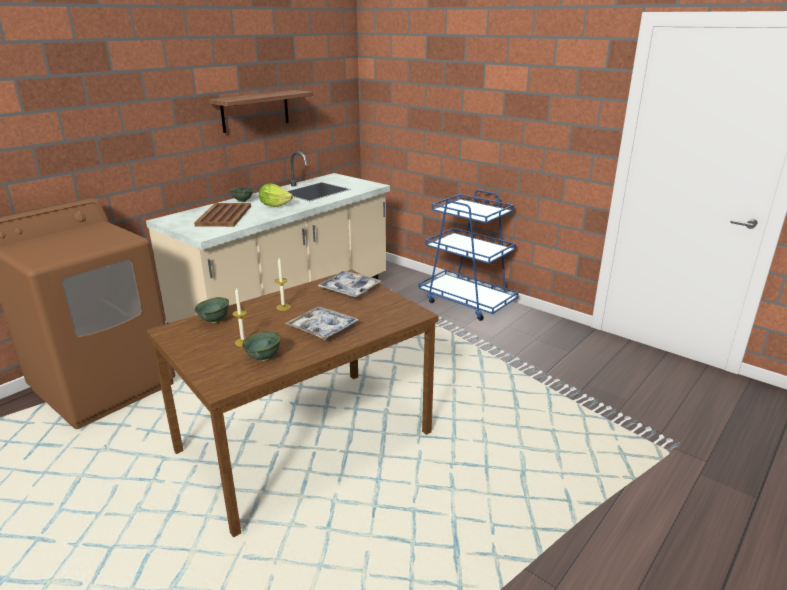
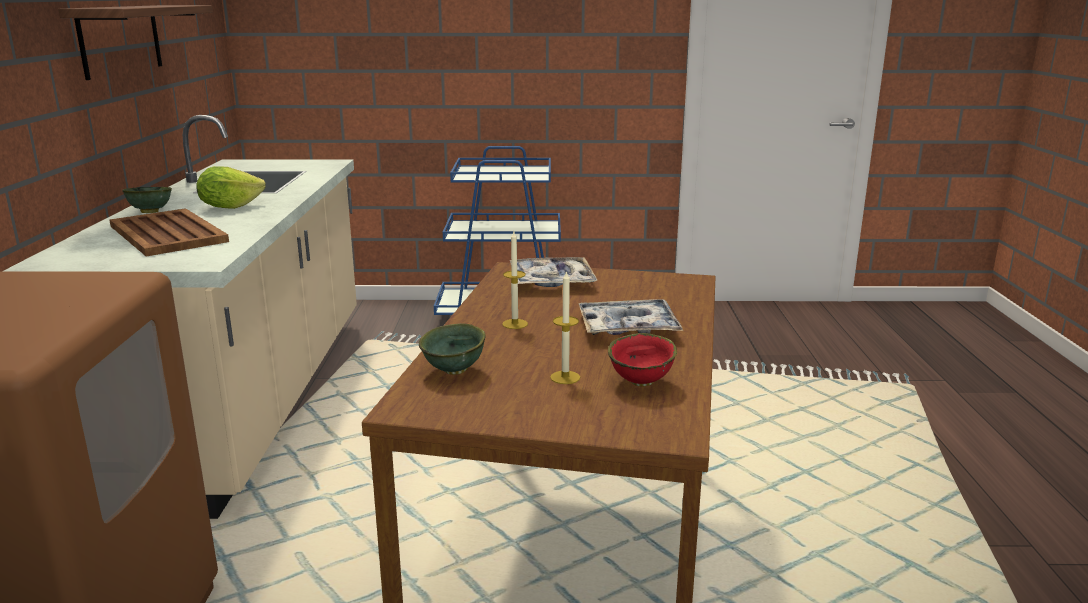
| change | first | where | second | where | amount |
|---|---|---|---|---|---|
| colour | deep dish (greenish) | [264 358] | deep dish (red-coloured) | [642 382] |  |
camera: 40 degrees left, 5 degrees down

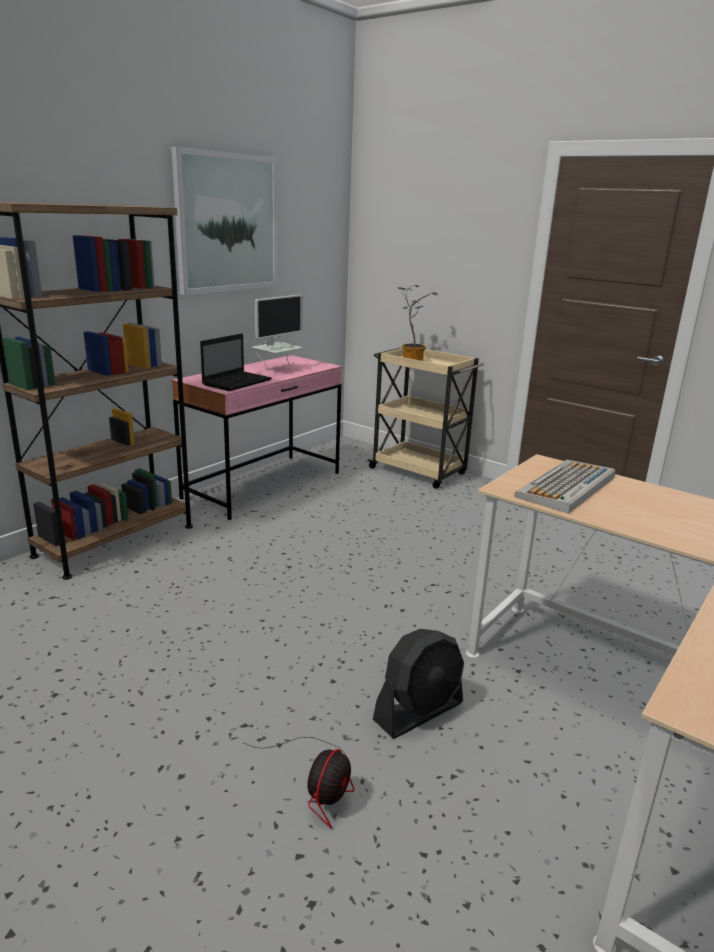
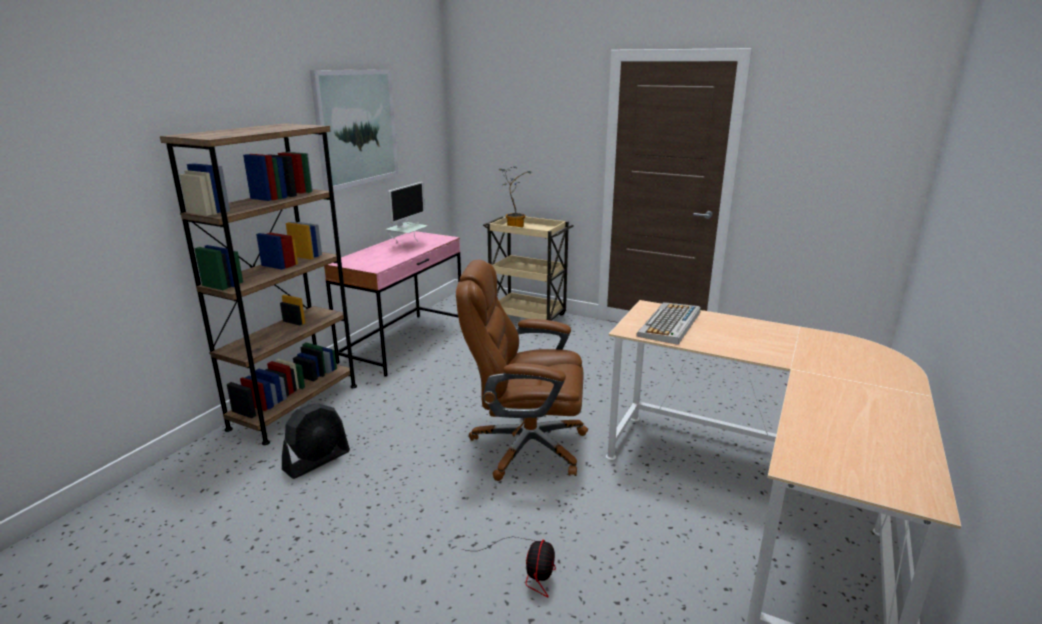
| change | first | where | second | where | amount |
|---|---|---|---|---|---|
| missing | laptop | [237 382] |  |  |  |
| appeared |  |  | desk chair (brown) | [525 446] |  |
| relocated | electric fan (black-coloured) | [419 711] |  | [317 461] |  |
camera: 10 degrees left, 0 degrees up

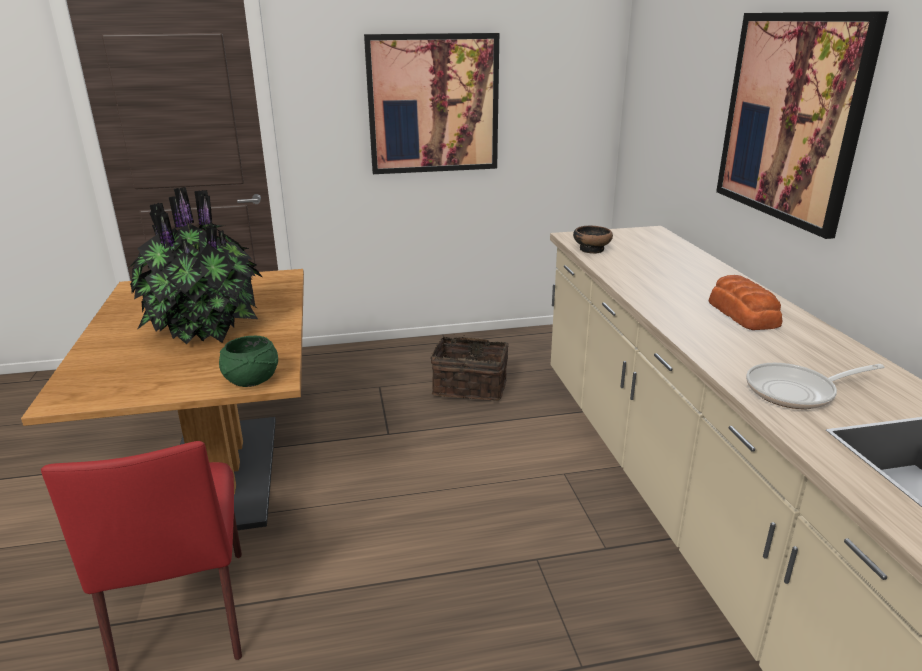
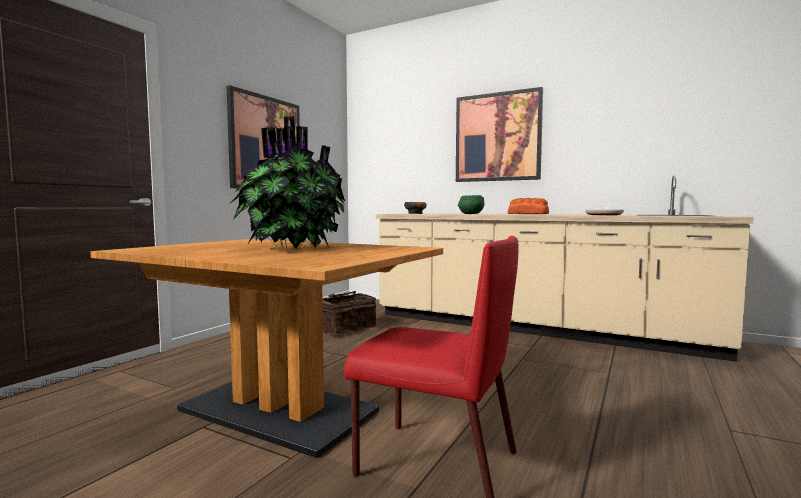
| change | first | where | second | where | amount |
|---|---|---|---|---|---|
| relocated | deep dish (greenish) | [251 381] |  | [471 214] |  |
camera: 50 degrees left, 20 degrees down

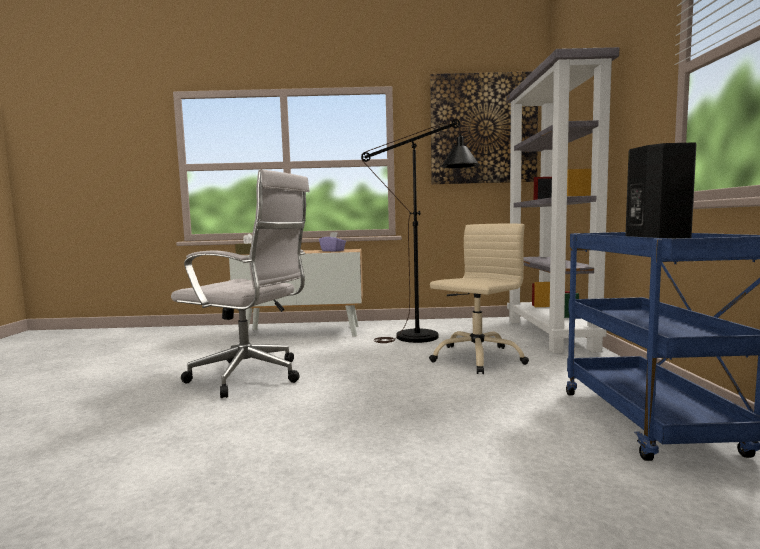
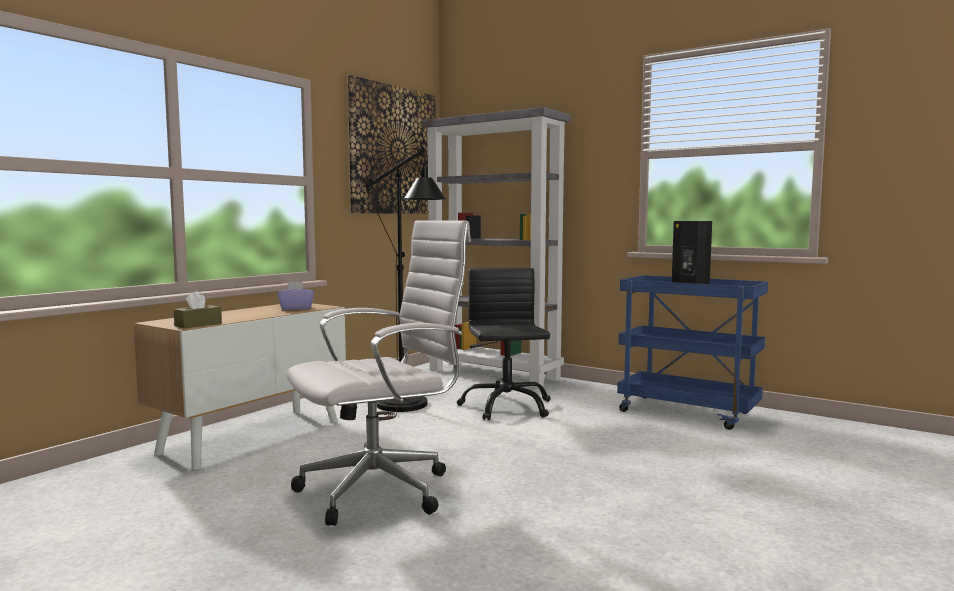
| change | first | where | second | where | amount |
|---|---|---|---|---|---|
| colour | desk chair (beige) | [477 358] | desk chair (black-coloured) | [506 406] |  |
camera: 55 degrees left, 0 degrees up

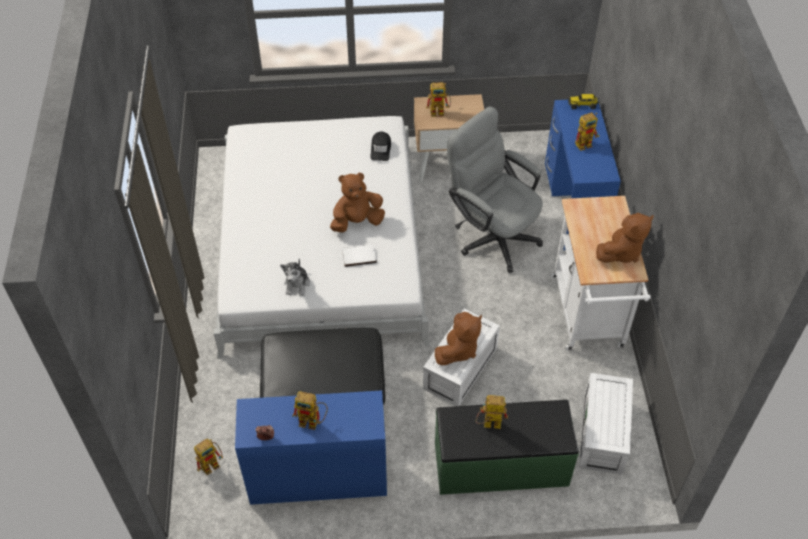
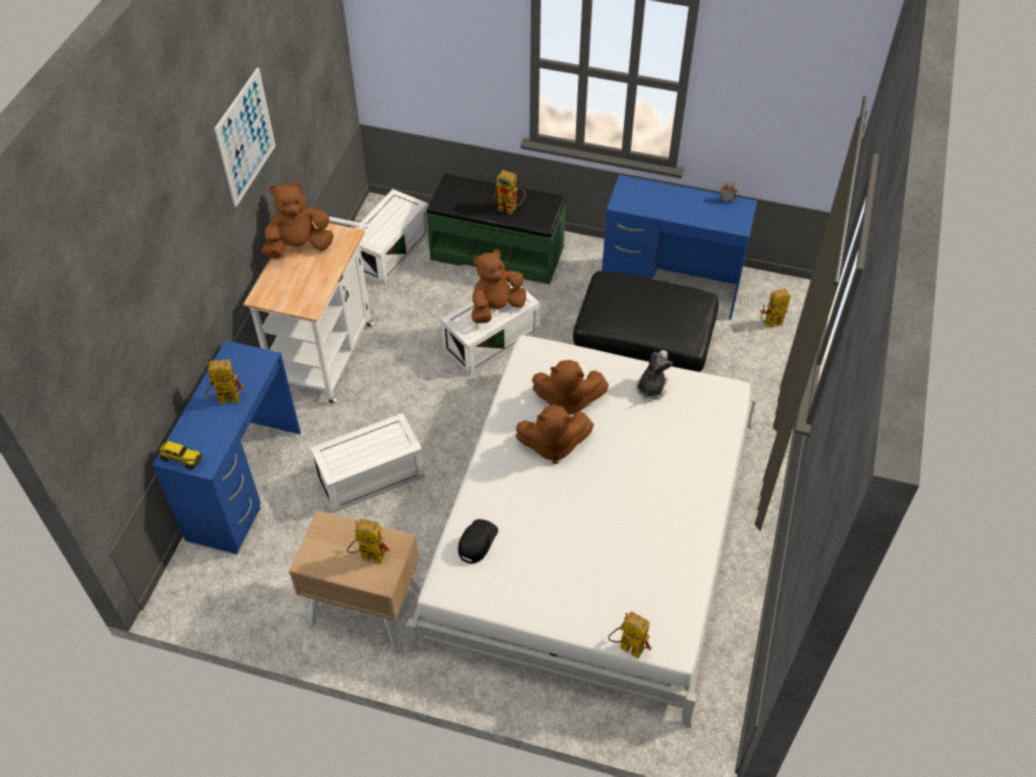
| change | first | where | second | where | amount |
|---|---|---|---|---|---|
| appeared |  |  | wall art | [245 137] |  |
| relocated | model robot | [313 422] |  | [626 647] |  |
| exchanged | bound book (white-coloured) | [359 255] | soft toy (brown) | [567 401] |  |
| exchanged | desk chair (greyish) | [491 234] | storage box (white-coloured) | [370 478] |  |
camera: 160 degrees left, 0 degrees up

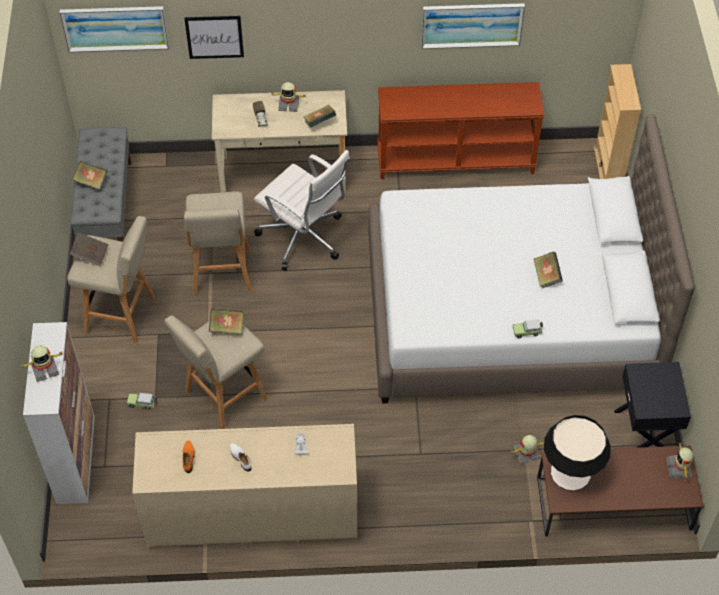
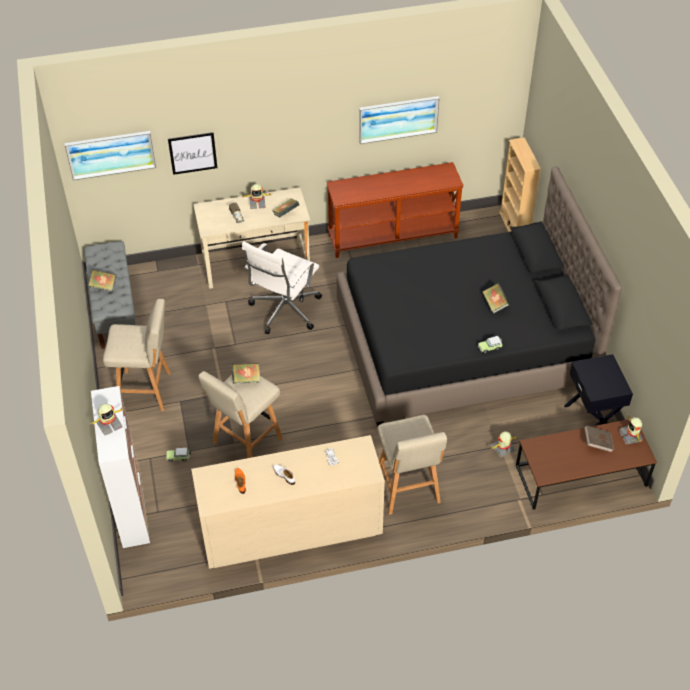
| change | first | where | second | where | amount |
|---|---|---|---|---|---|
| missing | table lamp | [570 473] |  |  |  |
| relocated | bound book (brown) | [90 254] |  | [597 443] |  |
| relocated | stool (beige) | [221 273] |  | [408 490] |  |
| colour | bed (white-coloured) | [510 313] | bed (black-coloured) | [463 344] |  |
| spun | desk chair (white-coloured) | [304 238] |  | [284 311] | 90 degrees clockwise |
camera: 10 degrees left, 5 degrees down

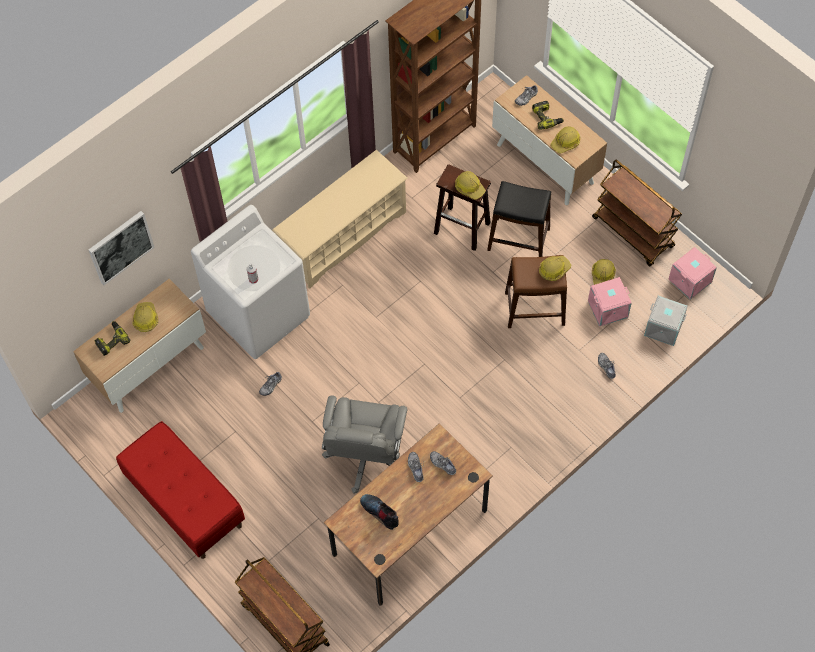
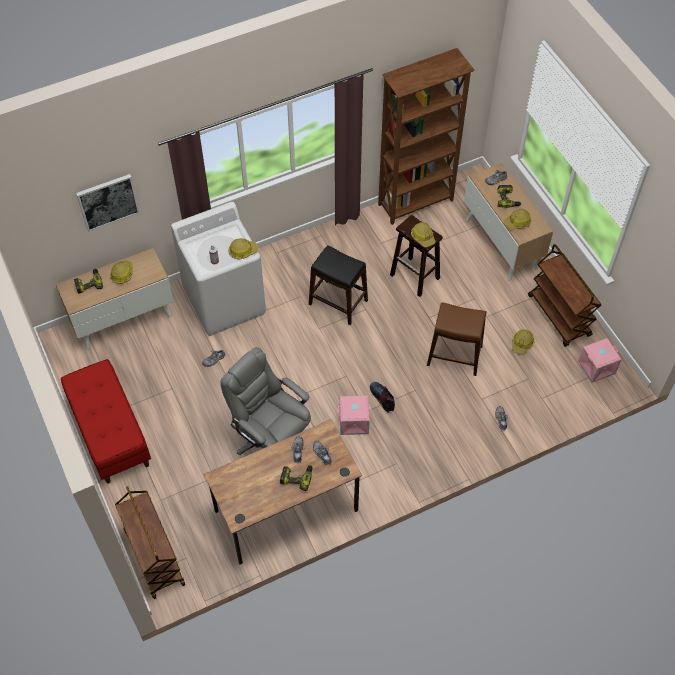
| change | first | where | second | where | amount |
|---|---|---|---|---|---|
| missing | shoe stand (beige) | [343 235] |  |  |  |
| missing | storage box (greyish) | [663 328] |  |  |  |
| appeared |  |  | electric drill | [297 477] |  |
| relocated | tall boot | [381 512] |  | [383 398] |  |
| relocated | stool (black-coloured) | [518 239] |  | [338 302] |  |
| relocated | hard hat | [554 269] |  | [242 251] |  |
| relocated | storage box (pink-coloured) | [607 308] |  | [354 421] |  |
| spun | desk chair (greyish) | [366 456] |  | [271 438] | 105 degrees clockwise |
camera: 15 degrees right, 5 degrees down

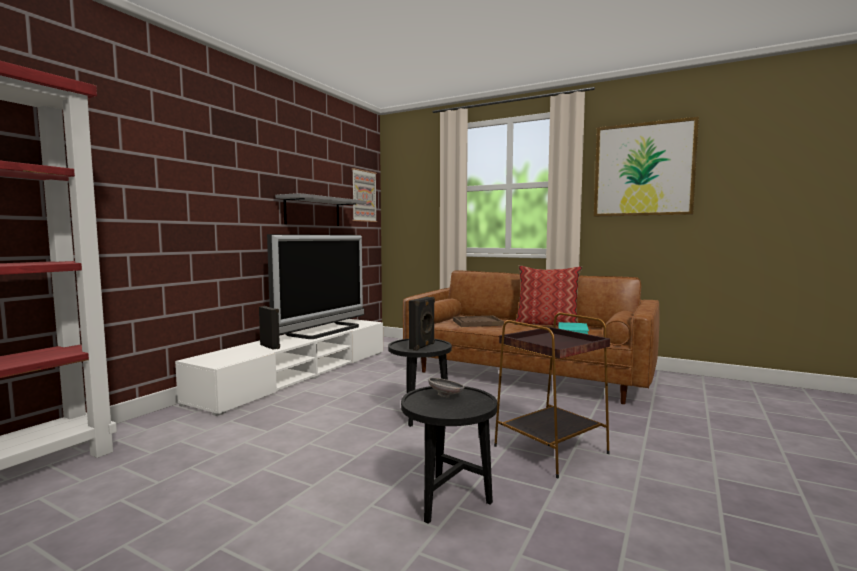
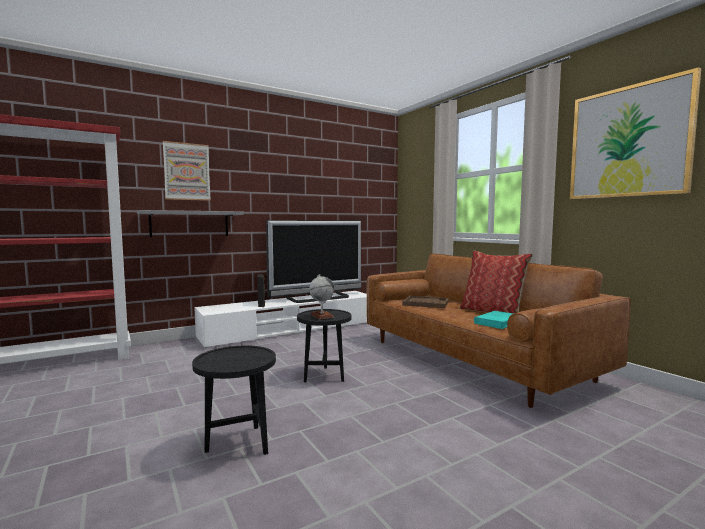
| change | first | where | second | where | amount |
|---|---|---|---|---|---|
| missing | deep dish (greyish) | [446 396] |  |  |  |
| missing | end table (brown) | [549 449] |  |  |  |
| relocated | wall shelf (greyish) | [313 211] |  | [190 224] |  |
| relocated | wall art | [363 196] |  | [187 171] |  |
| exchanged | audio speaker (black-coloured) | [423 346] | desk globe | [322 316] |  |
camera: 30 degrees right, 0 degrees up

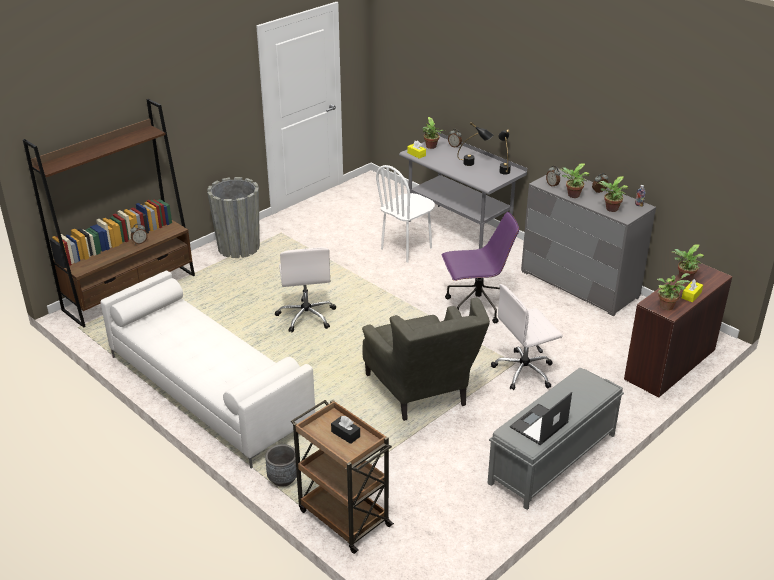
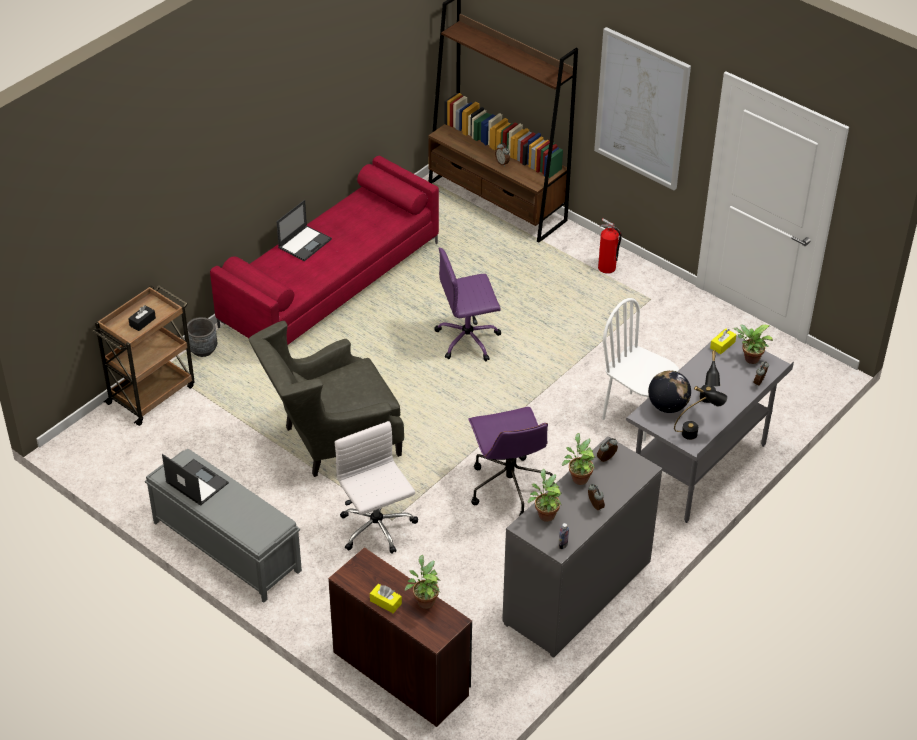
| change | first | where | second | where | amount |
|---|---|---|---|---|---|
| missing | houseplant | [667 305] |  |  |  |
| appeared |  |  | laptop | [305 243] |  |
| appeared |  |  | wall art | [642 108] |  |
| appeared |  |  | desk globe | [667 406] |  |
| exchanged | plant pot (greyish) | [239 247] | extinguisher | [607 268] |  |
| colour | sofa (white-coloured) | [207 391] | sofa (red-coloured) | [330 284] |  |
| colour | desk chair (white-coloured) | [306 316] | desk chair (purple-coloured) | [468 339] |  |
camera: 85 degrees right, 10 degrees up

